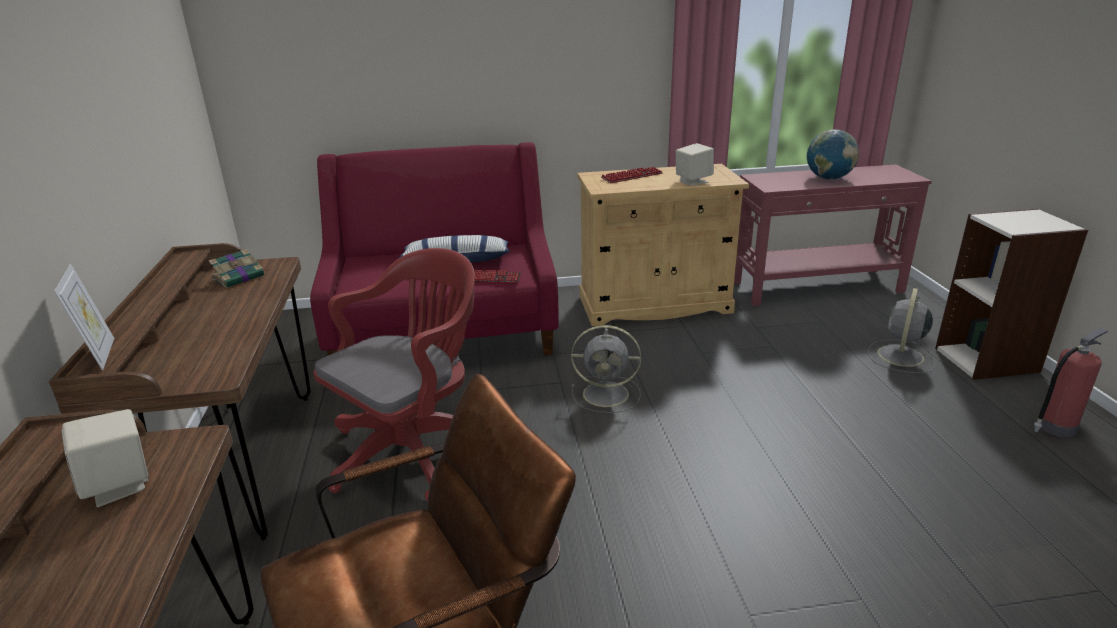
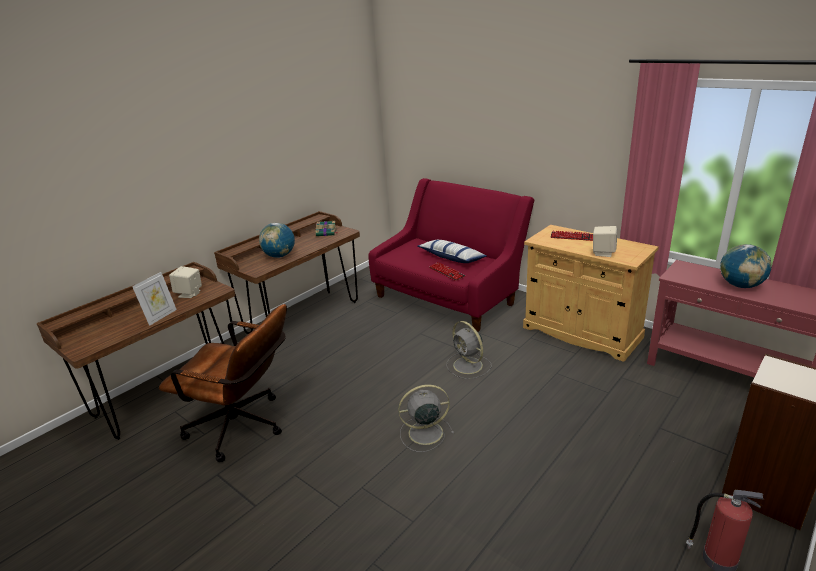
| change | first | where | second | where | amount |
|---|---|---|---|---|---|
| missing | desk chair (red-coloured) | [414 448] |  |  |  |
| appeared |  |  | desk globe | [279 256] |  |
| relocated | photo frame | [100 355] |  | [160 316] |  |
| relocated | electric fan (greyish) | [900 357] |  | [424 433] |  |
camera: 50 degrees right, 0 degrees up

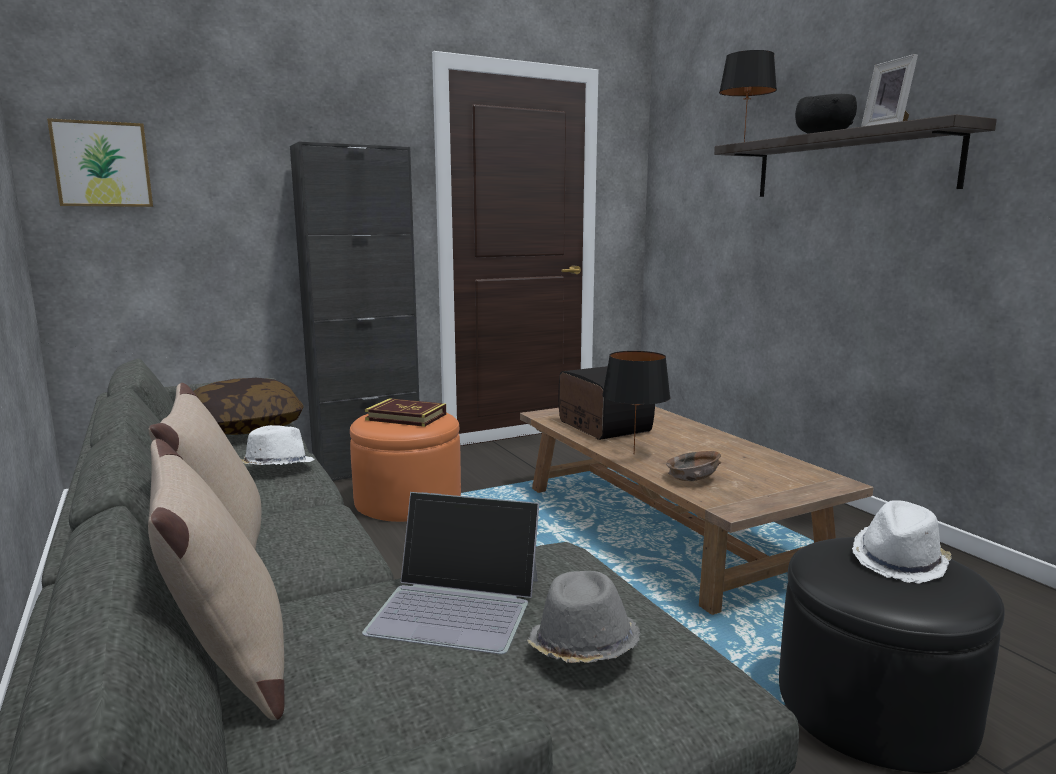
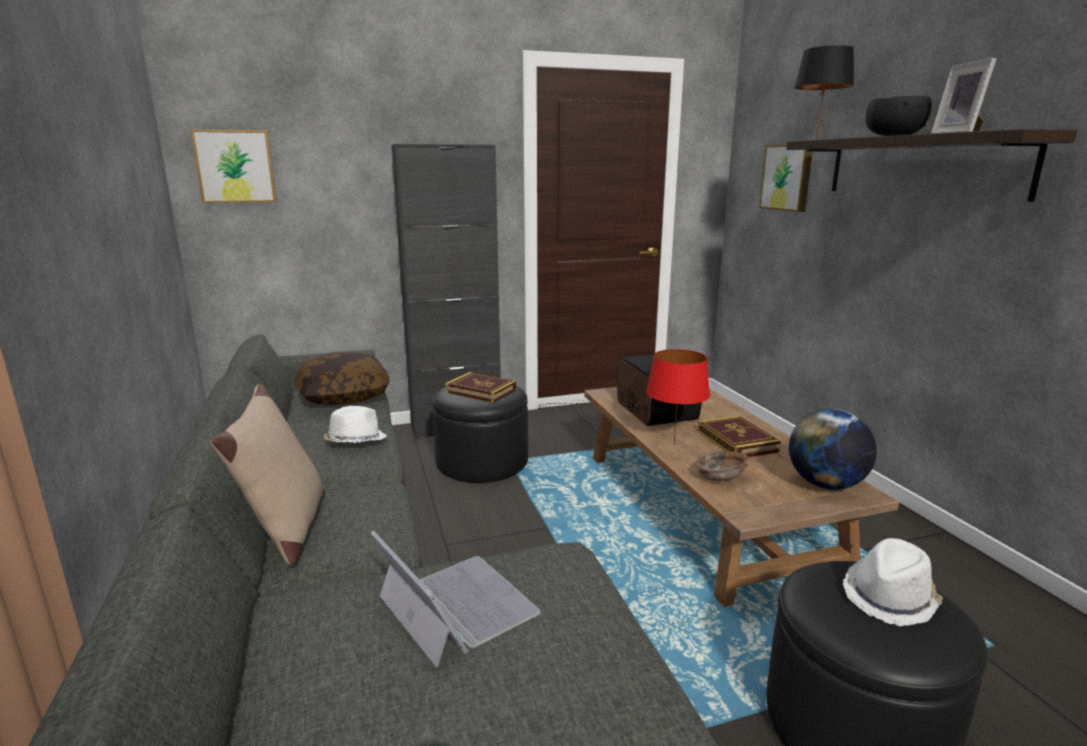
| change | first | where | second | where | amount |
|---|---|---|---|---|---|
| missing | pillow (beige) | [229 669] |  |  |  |
| missing | wearable hat (greyish) | [583 647] |  |  |  |
| appeared |  |  | bound book | [736 441] |  |
| appeared |  |  | wall art | [788 177] |  |
| appeared |  |  | desk globe | [825 485] |  |
| colour | ottoman (orange) | [408 500] | ottoman (black-coloured) | [482 461] |  |
| colour | table lamp (black-coloured) | [634 454] | table lamp (red-coloured) | [674 444] |  |
| spun | laptop | [457 604] |  | [455 605] | 150 degrees counterclockwise |
camera: 10 degrees right, 5 degrees up

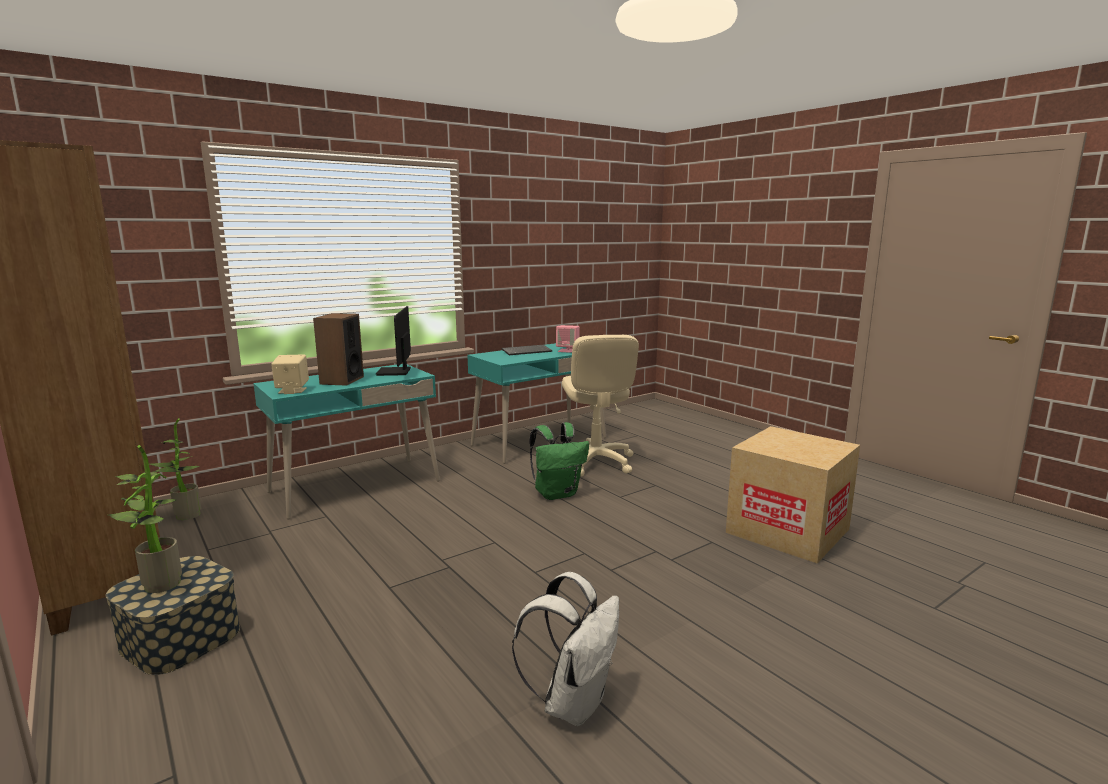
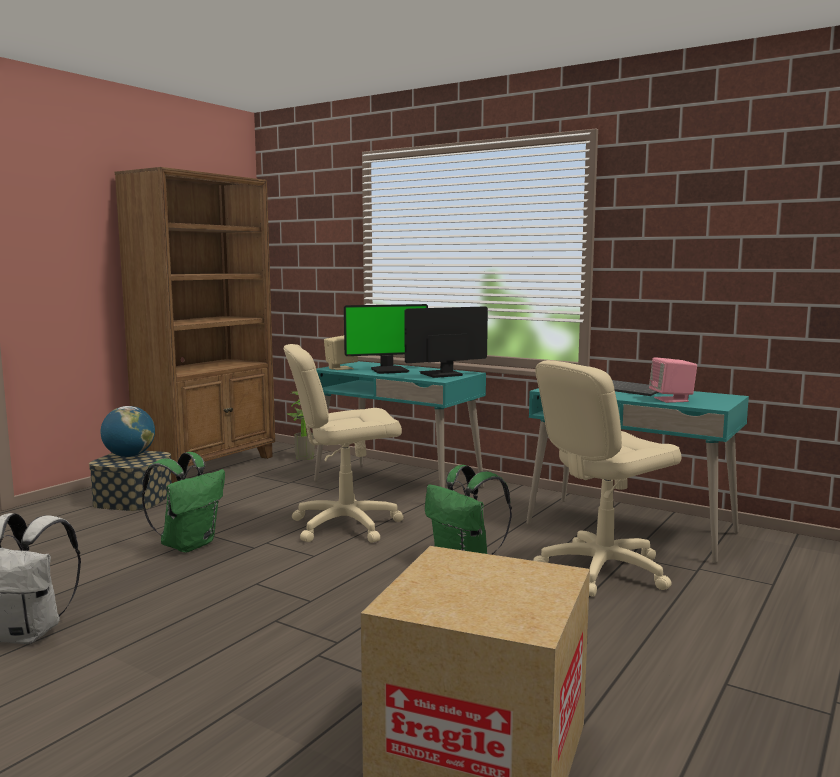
| change | first | where | second | where | amount |
|---|---|---|---|---|---|
| appeared |  |  | backpack (greenish) | [188 545] |  |
| appeared |  |  | desk chair (beige) | [345 525] |  |
| exchanged | houseplant | [157 584] | desk globe | [129 456] |  |
| exchanged | audio speaker | [341 380] | monitor | [389 370] |  |
camera: 70 degrees right, 5 degrees down

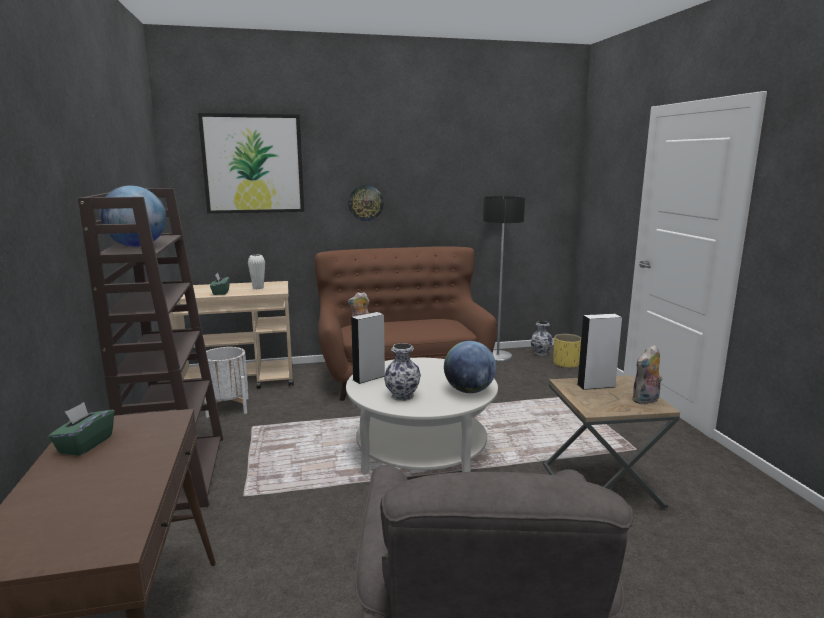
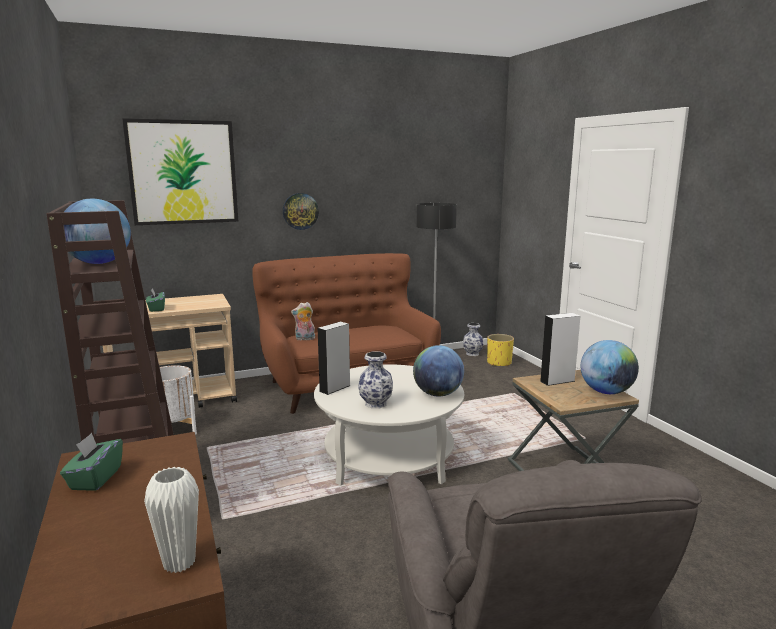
| change | first | where | second | where | amount |
|---|---|---|---|---|---|
| relocated | flower vase (white-coloured) | [258 288] |  | [179 562] |  |
| exchanged | soft toy | [646 401] | desk globe | [606 392] |  |
camera: 10 degrees left, 0 degrees up

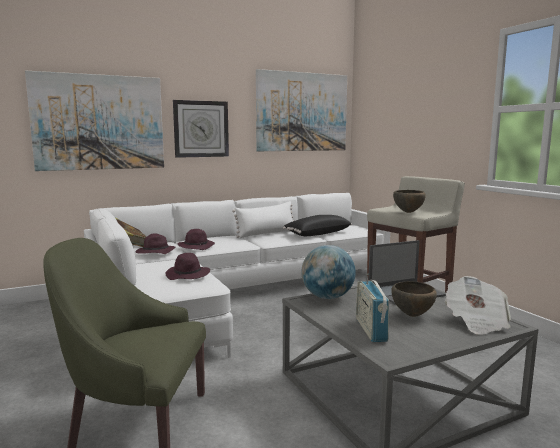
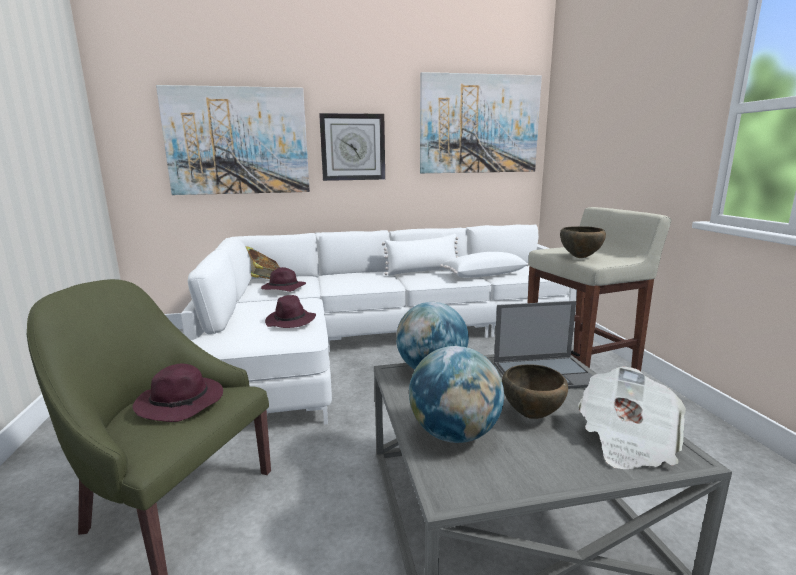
| change | first | where | second | where | amount |
|---|---|---|---|---|---|
| relocated | wearable hat (purple-coloured) | [197 246] |  | [182 403] |  |
| exchanged | radio receiver | [371 330] | desk globe | [454 434] |  |
| colour | pillow (black-coloured) | [317 234] | pillow (white-coloured) | [483 275] |  |
camera: 15 degrees right, 5 degrees up

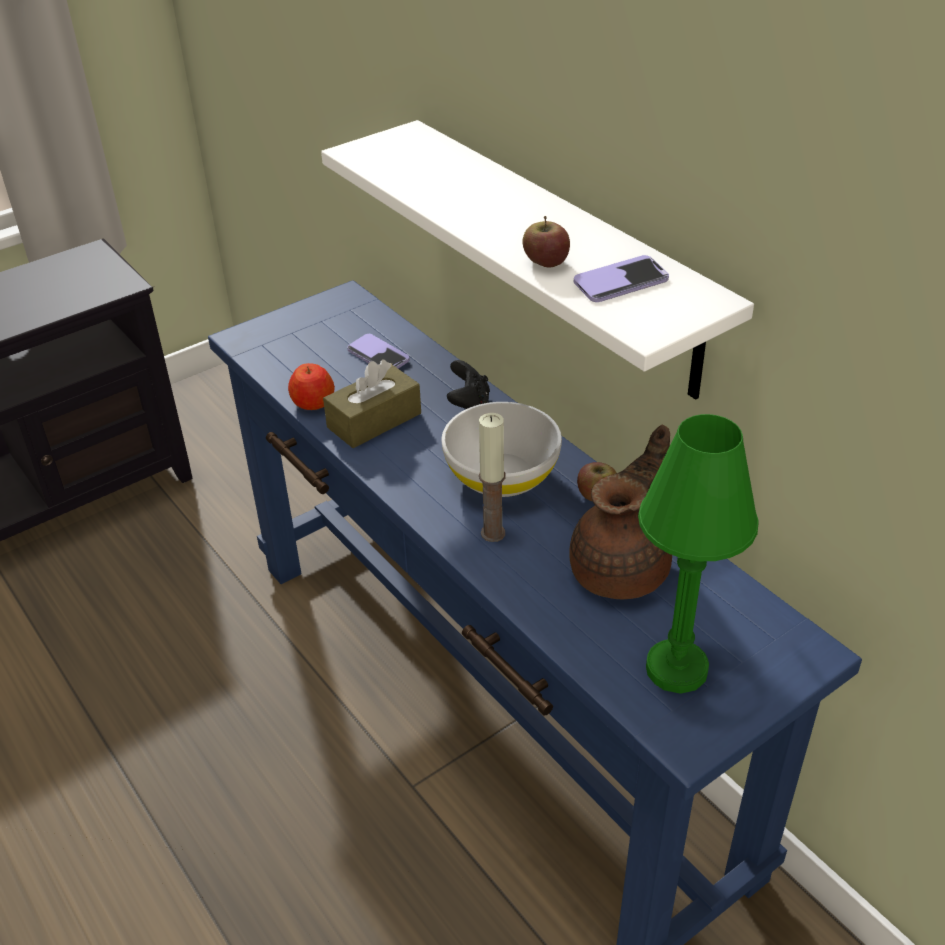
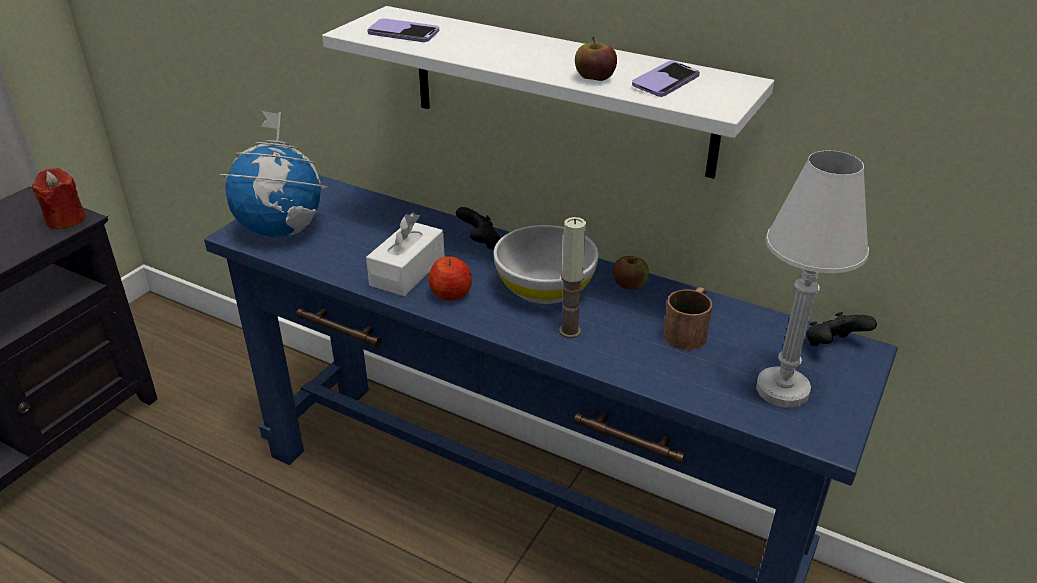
| change | first | where | second | where | amount |
|---|---|---|---|---|---|
| appeared |  |  | wax candle (red-coloured) | [65 219] |  |
| appeared |  |  | desk globe | [282 229] |  |
| appeared |  |  | joypad (black-coloured) | [832 346] |  |
| relocated | apple fruit | [313 403] |  | [451 294] |  |
| relocated | handset | [378 355] |  | [403 33] |  |
| exchanged | pot for tea (brown) | [623 569] | tea mug (brown) | [689 331] |  |
| colour | tissue box (brown) | [374 420] | tissue box (white-coloured) | [407 271] |  |
| colour | table lamp (greenish) | [676 669] | table lamp (white-coloured) | [782 390] |  |
camera: 25 degrees left, 5 degrees down

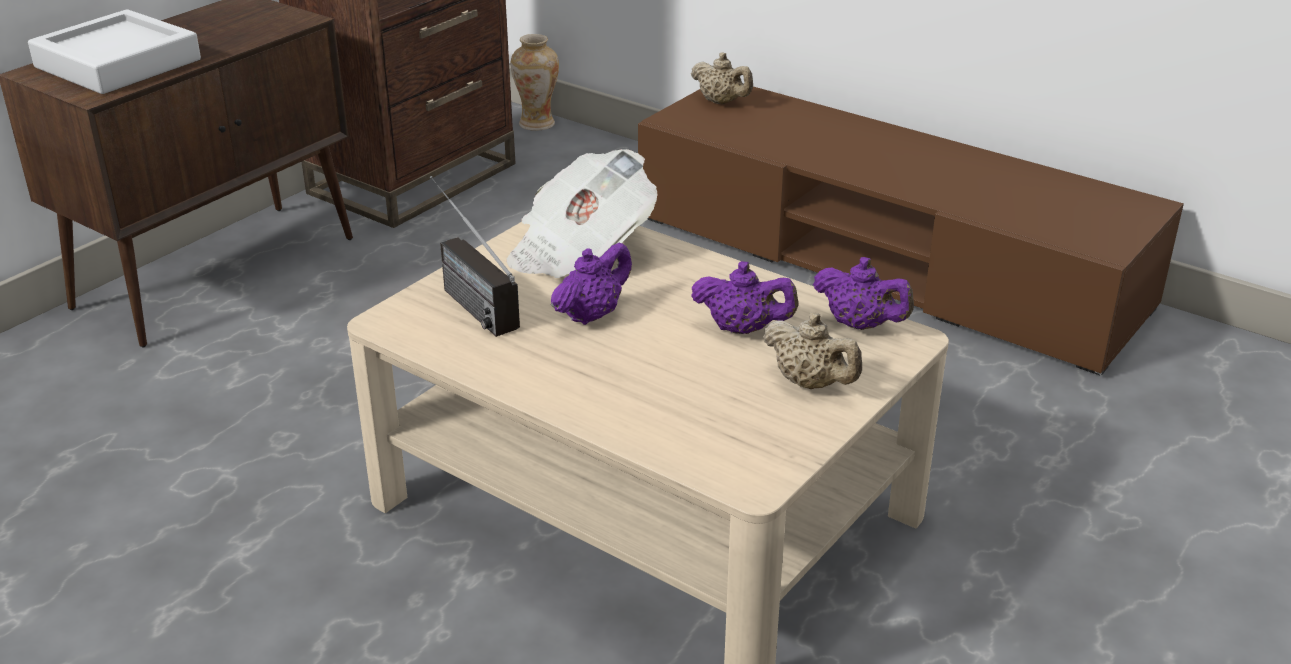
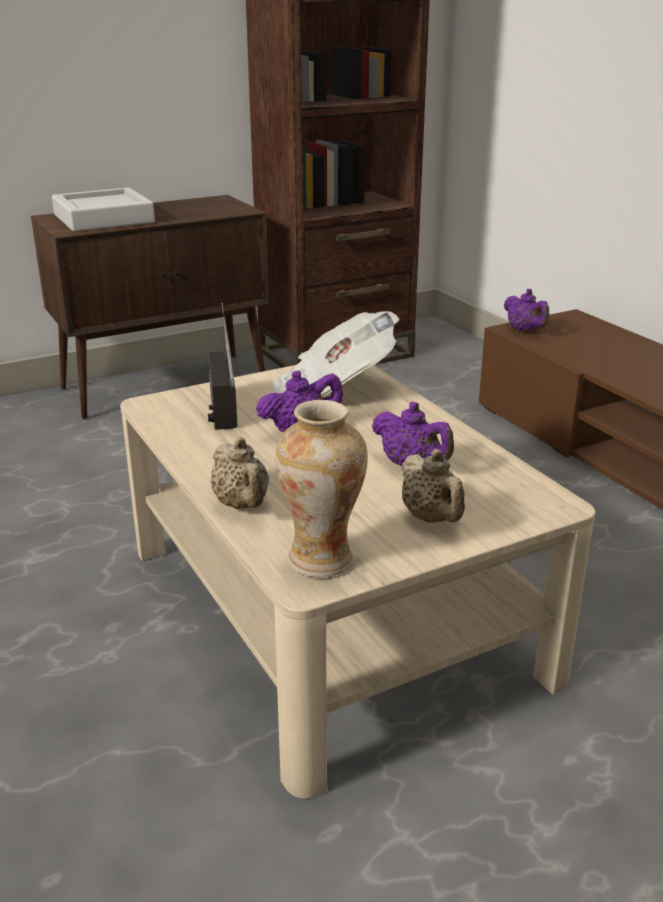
| change | first | where | second | where | amount |
|---|---|---|---|---|---|
| relocated | flower vase | [537 124] |  | [321 559] |  |
| relocated | pot for tea (beige) | [721 102] |  | [242 505] |  |
| relocated | pot for tea (purple-coloured) | [860 325] |  | [525 331] |  |
camera: 25 degrees right, 5 degrees down

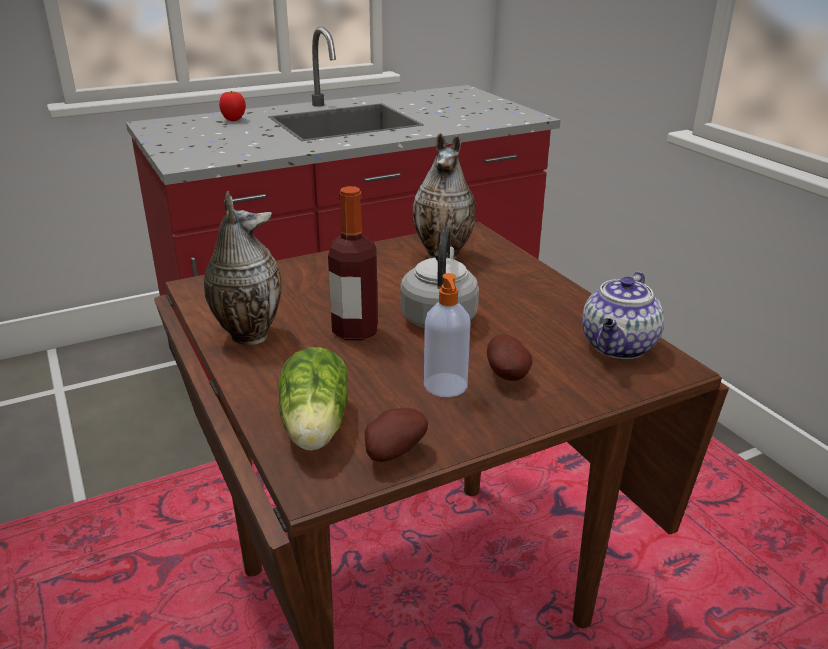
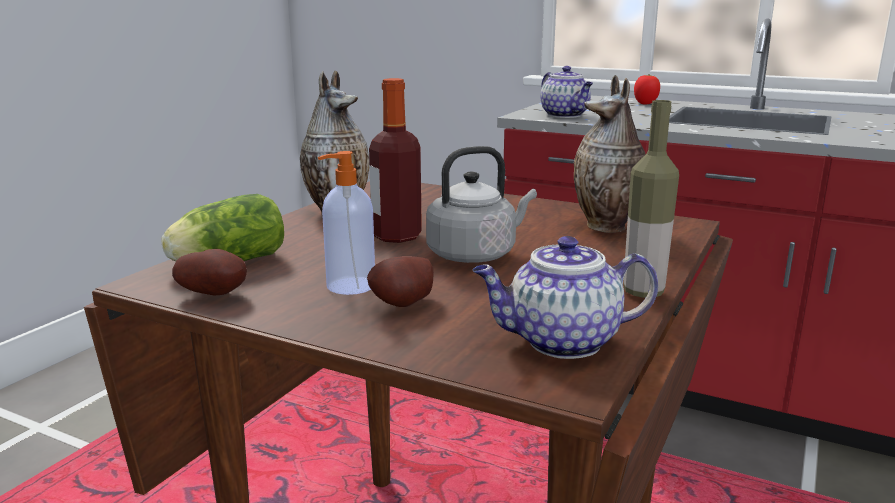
| change | first | where | second | where | amount |
|---|---|---|---|---|---|
| appeared |  |  | pot for tea | [565 115] |  |
| appeared |  |  | drink bottle | [643 292] |  |
camera: 55 degrees right, 10 degrees down

